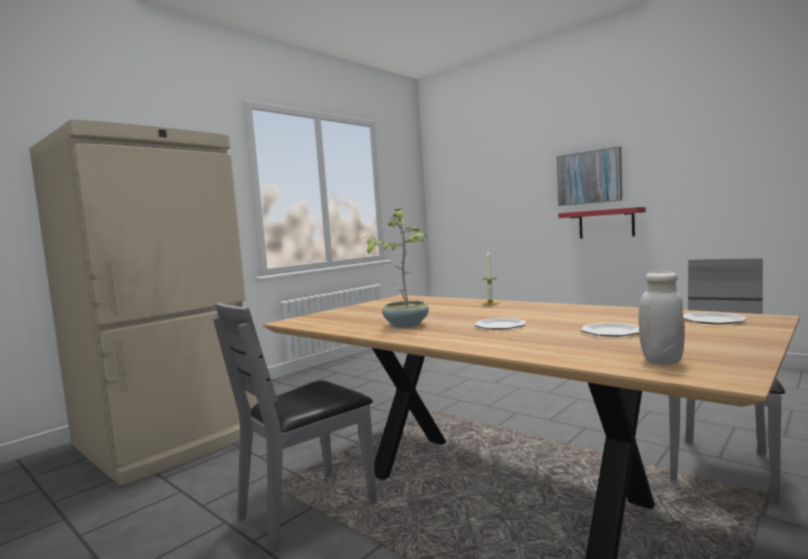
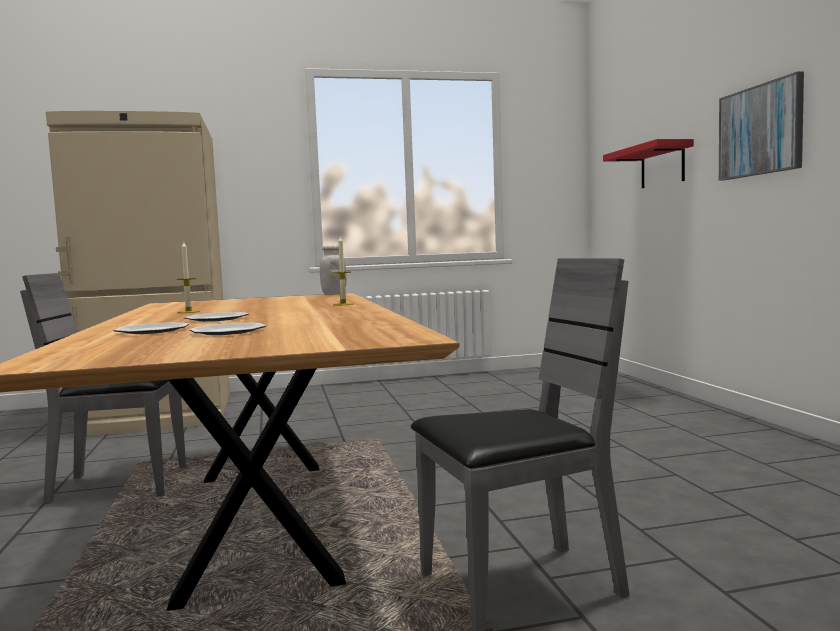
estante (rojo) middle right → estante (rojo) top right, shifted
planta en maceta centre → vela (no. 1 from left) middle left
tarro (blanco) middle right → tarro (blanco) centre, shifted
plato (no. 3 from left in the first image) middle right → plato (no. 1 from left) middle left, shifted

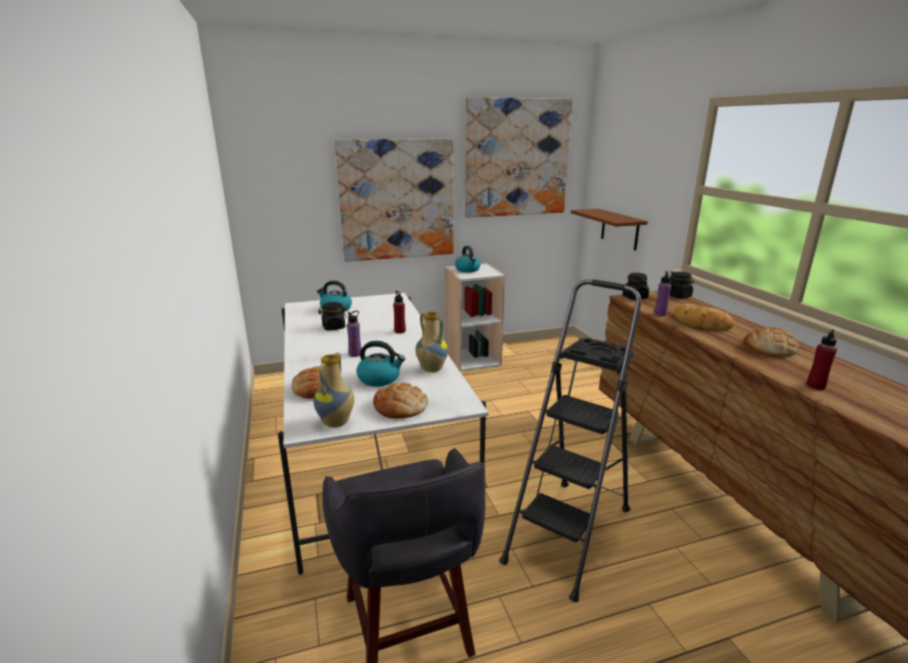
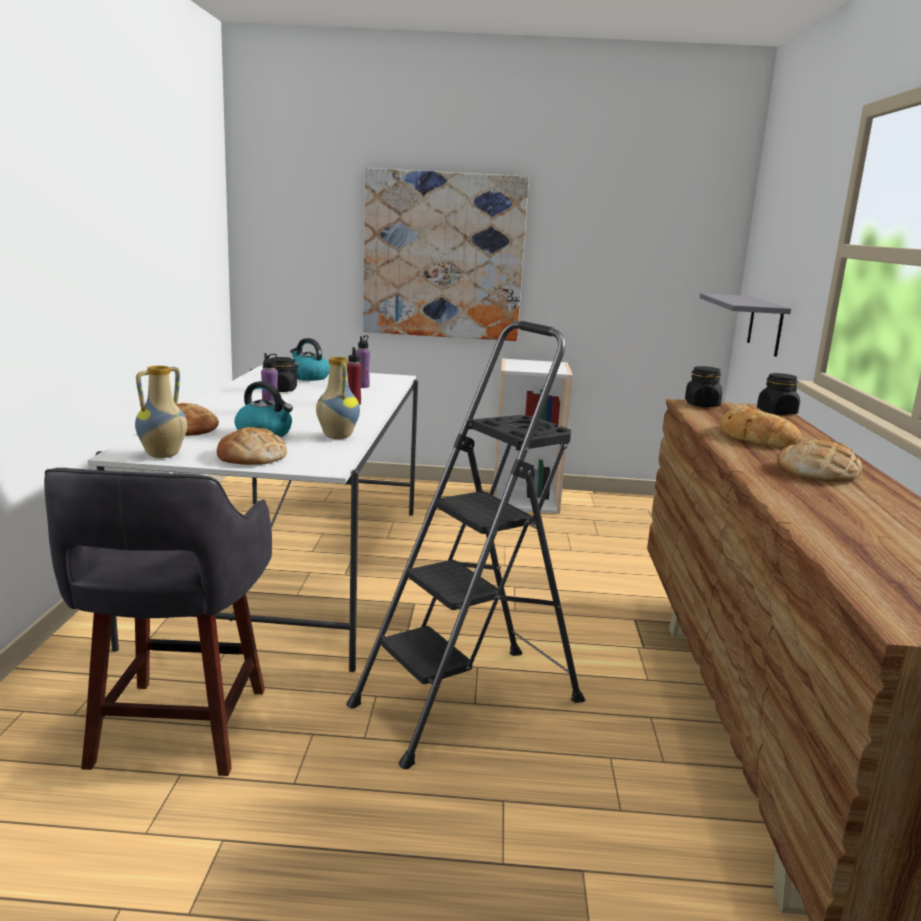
cuadro (no. 2 from left) top centre → -
estante (marrón) middle right → estante (gris) middle right
hervidor (no. 3 from left) centre → -
botella (morado) (no. 2 from left) middle right → botella (morado) (no. 2 from left) centre, shifted
botella (rojo) (no. 2 from left) middle right → -

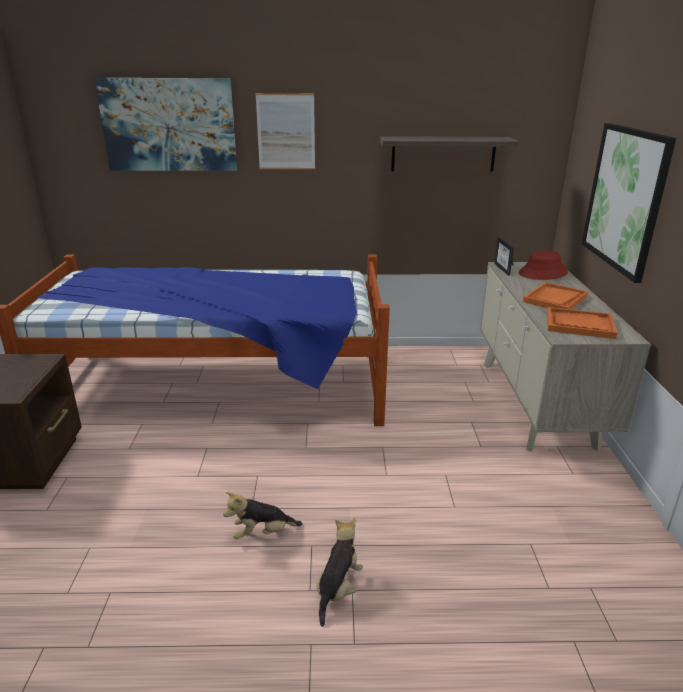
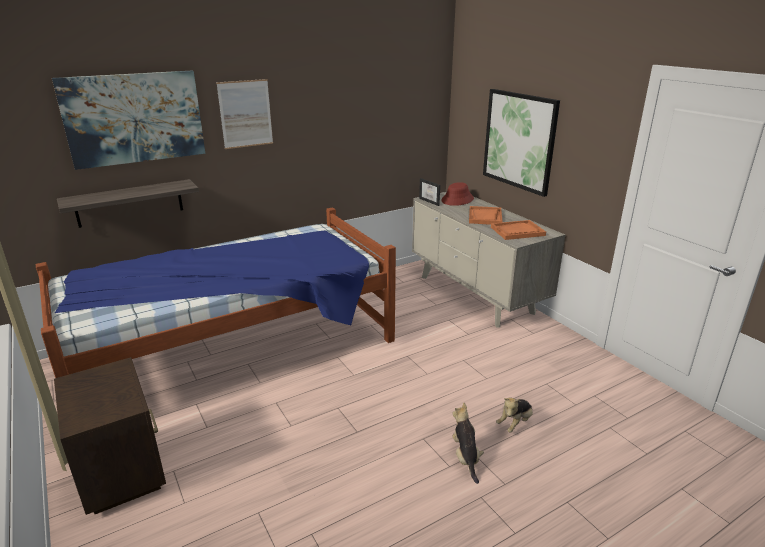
estante top centre → estante middle left, shifted
peluche (no. 1 from left in the first image) bottom centre → peluche (no. 2 from left) bottom right, shifted

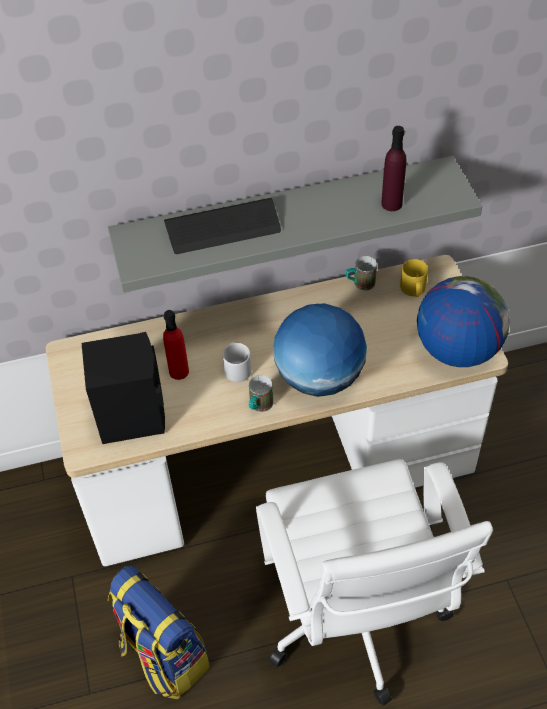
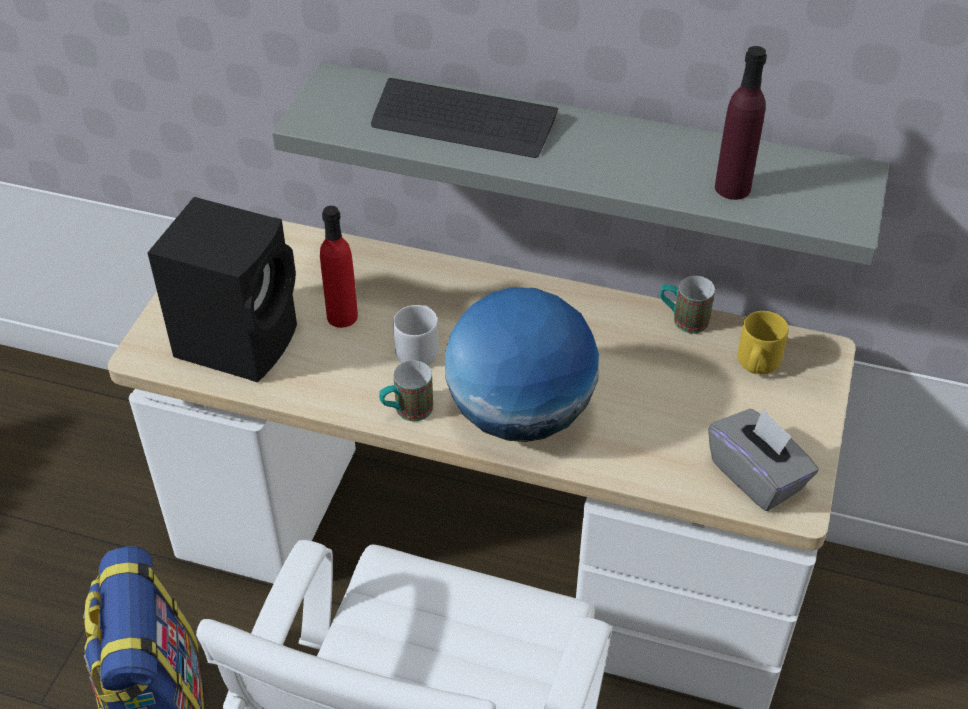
globo terráqueo (no. 2 from left) middle right → caja de pañuelos (gris) middle right

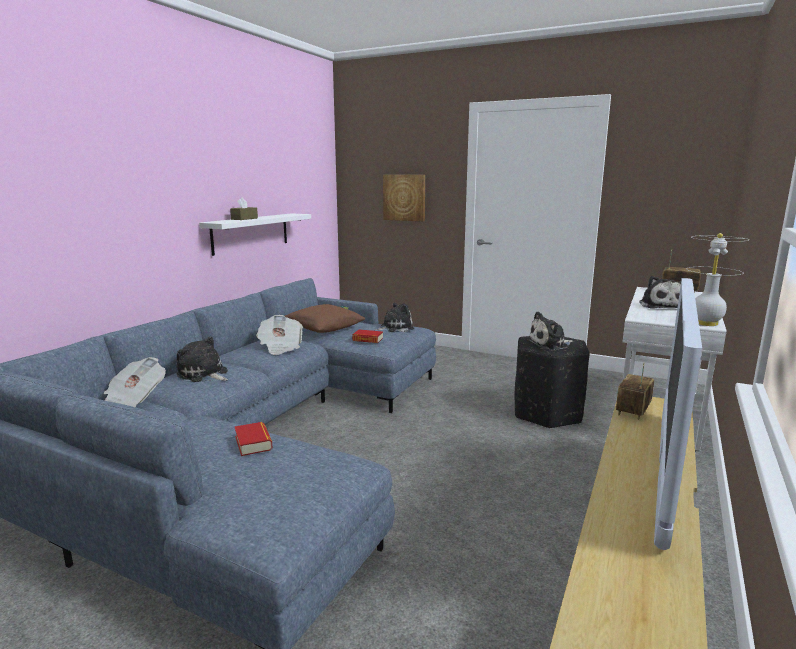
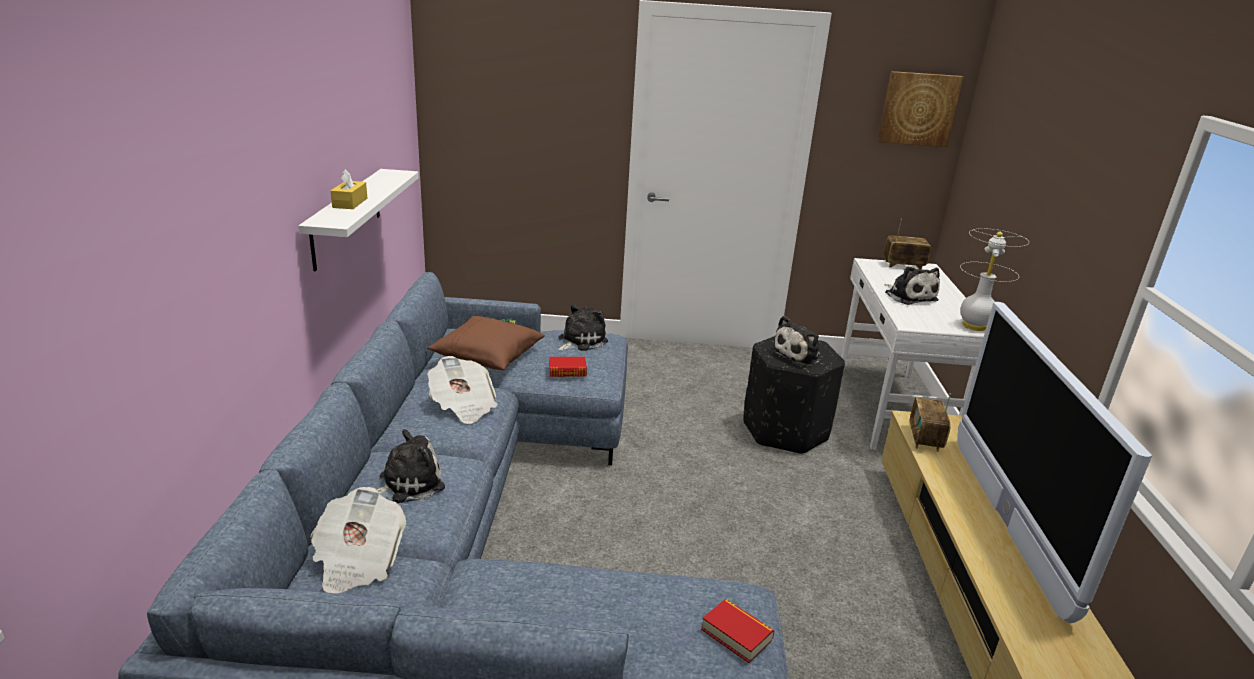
cuadro top centre → cuadro top right, shifted
caja de pañuelos (marrón) top left → caja de pañuelos (amarillo) top left
peluche (no. 1 from left) middle left → peluche (no. 1 from left) bottom left, 135 degrees clockwise
libro (no. 1 from left in the first image) bottom left → libro (no. 2 from left) bottom centre, shifted

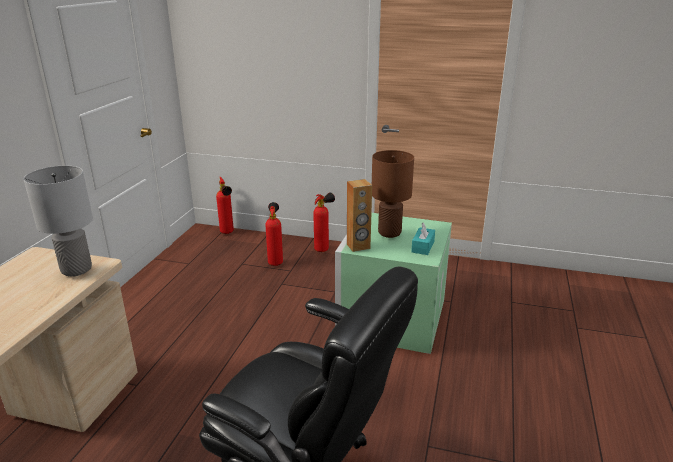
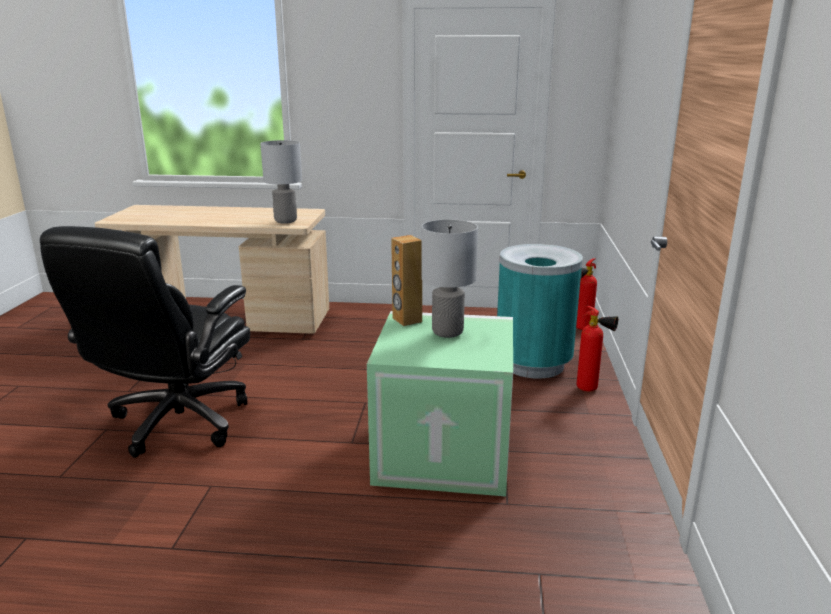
lámpara de mesa (marrón) centre → lámpara de mesa (gris) (no. 2 from left) centre
extintor (no. 2 from left) centre → papelera (turquesa) centre
caja de pañuelos (turquesa) centre → -

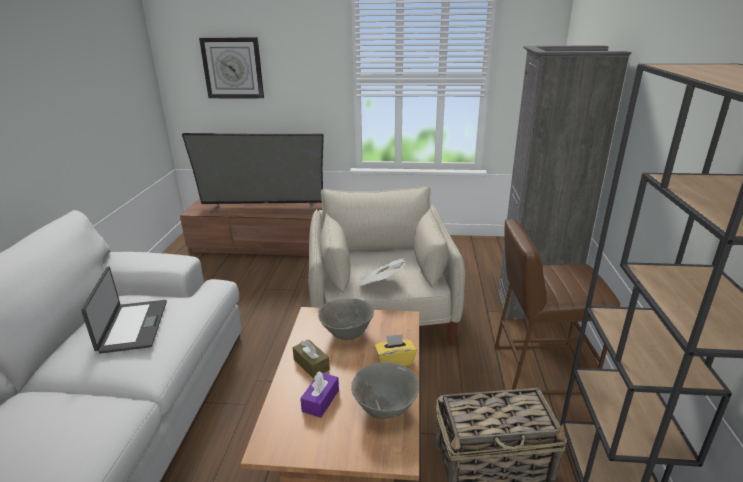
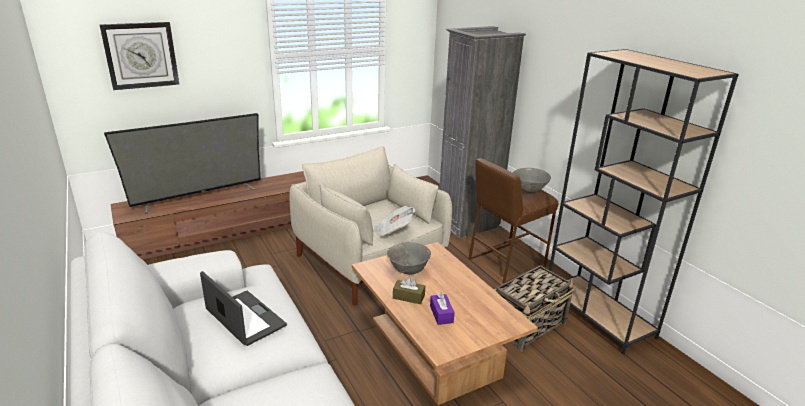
caja de pañuelos (amarillo) bottom centre → -
cuenco (gris) (no. 2 from left) bottom centre → cuenco (gris) (no. 2 from left) centre, shifted

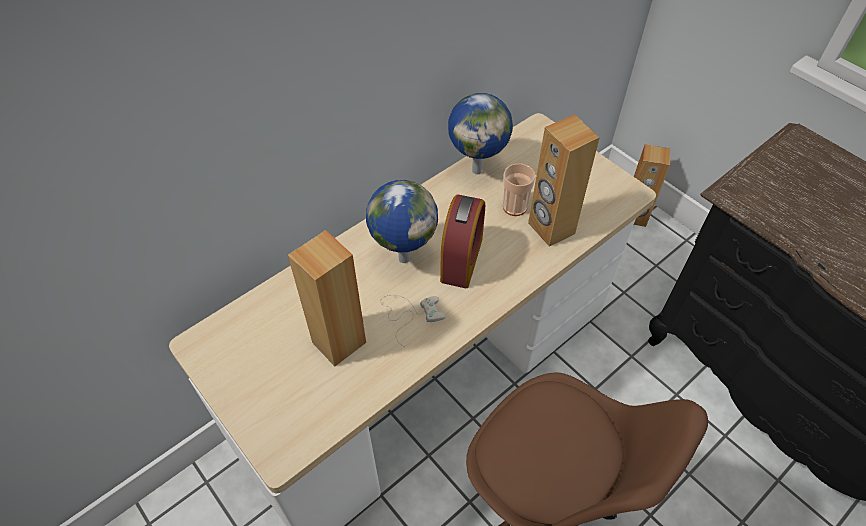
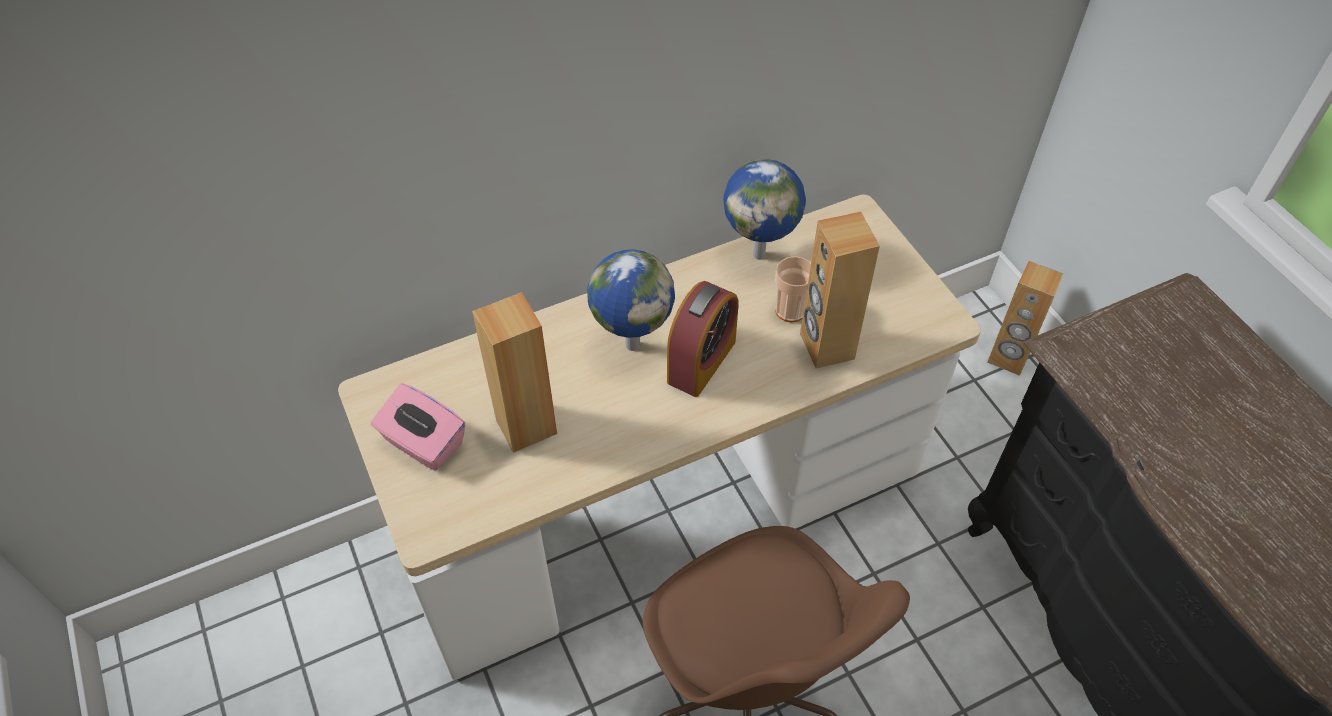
mando de consola (blanco) centre → -
- → caja de pañuelos (rosa) middle left

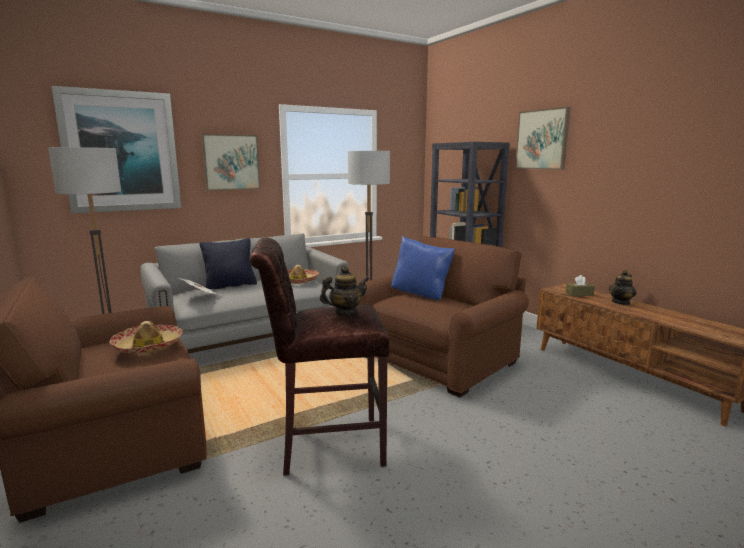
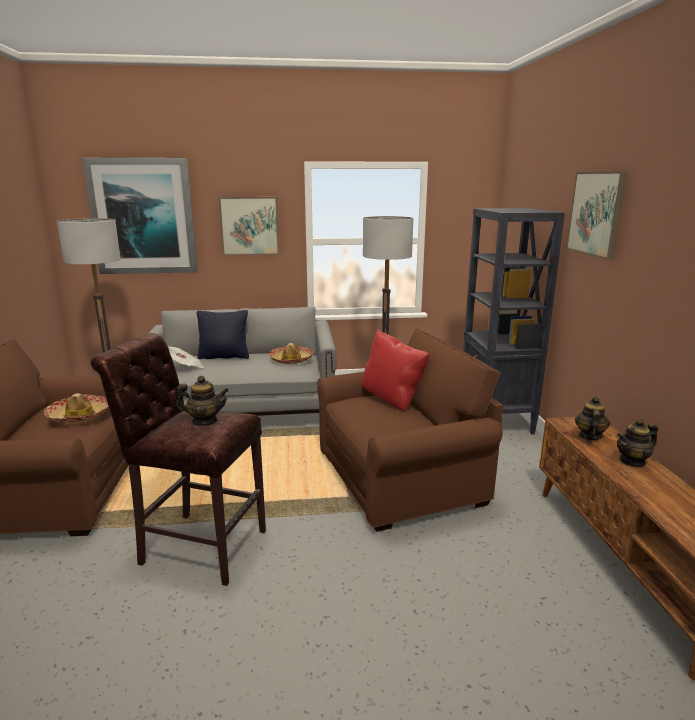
cojín (azul) centre → cojín (rojo) centre
caja de pañuelos (marrón) middle right → tetera (no. 2 from left) middle right

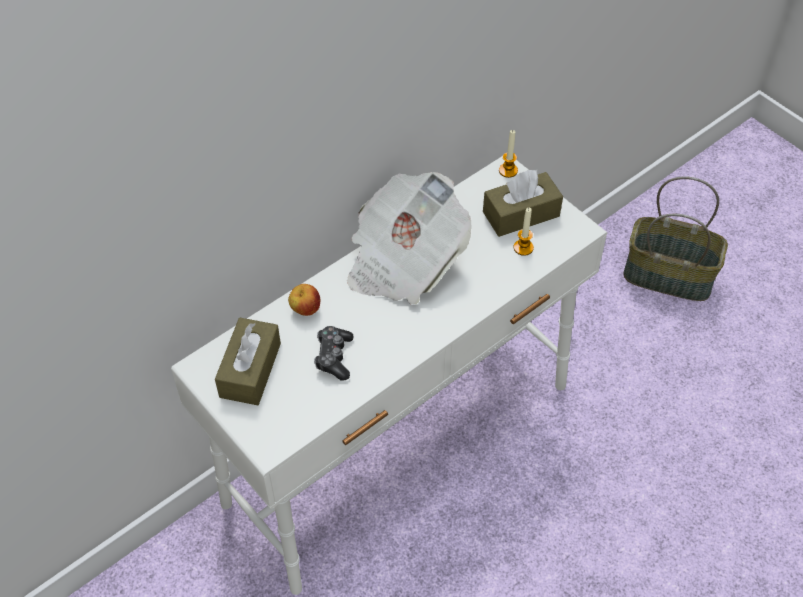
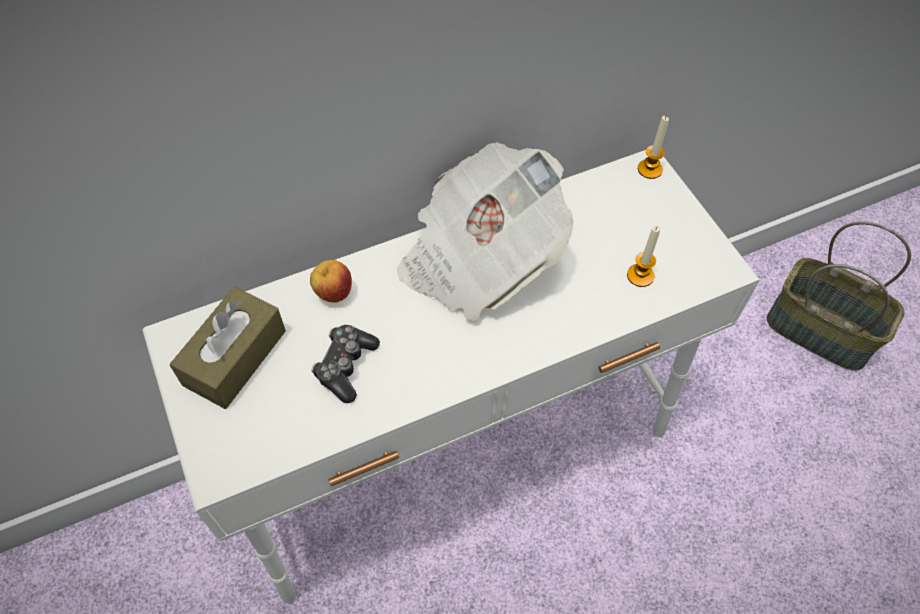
caja de pañuelos (marrón) (no. 2 from left) centre → -

